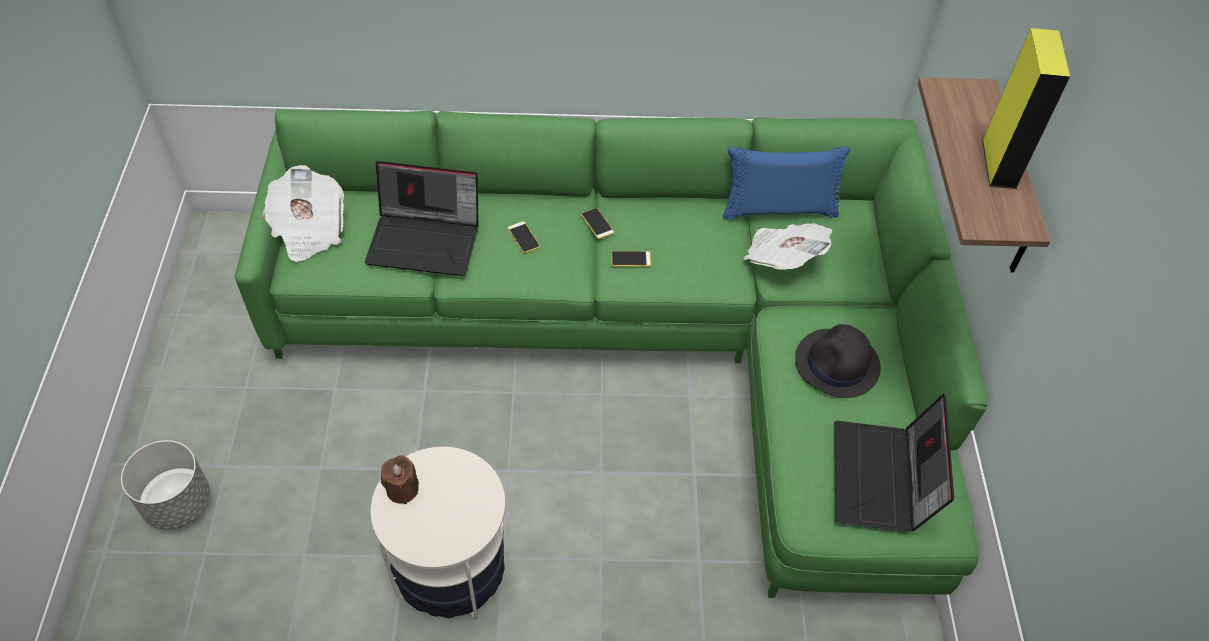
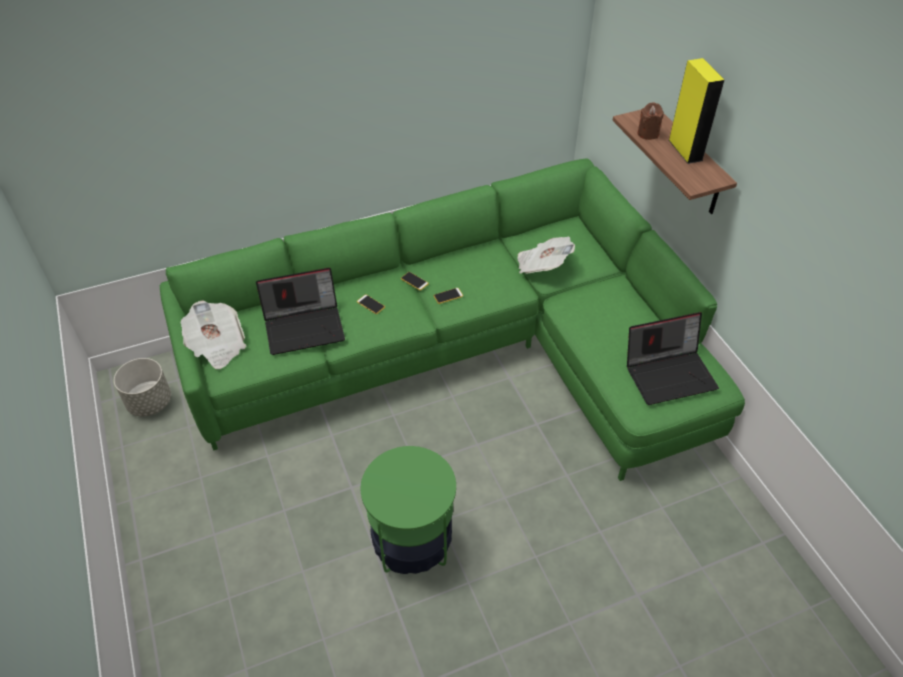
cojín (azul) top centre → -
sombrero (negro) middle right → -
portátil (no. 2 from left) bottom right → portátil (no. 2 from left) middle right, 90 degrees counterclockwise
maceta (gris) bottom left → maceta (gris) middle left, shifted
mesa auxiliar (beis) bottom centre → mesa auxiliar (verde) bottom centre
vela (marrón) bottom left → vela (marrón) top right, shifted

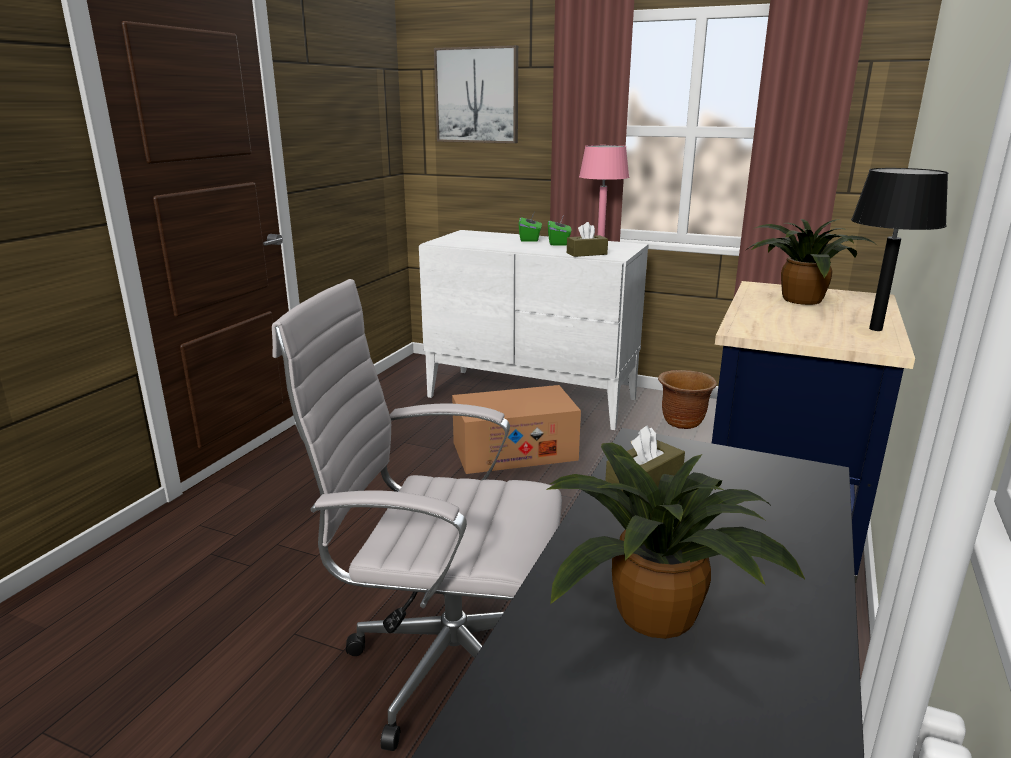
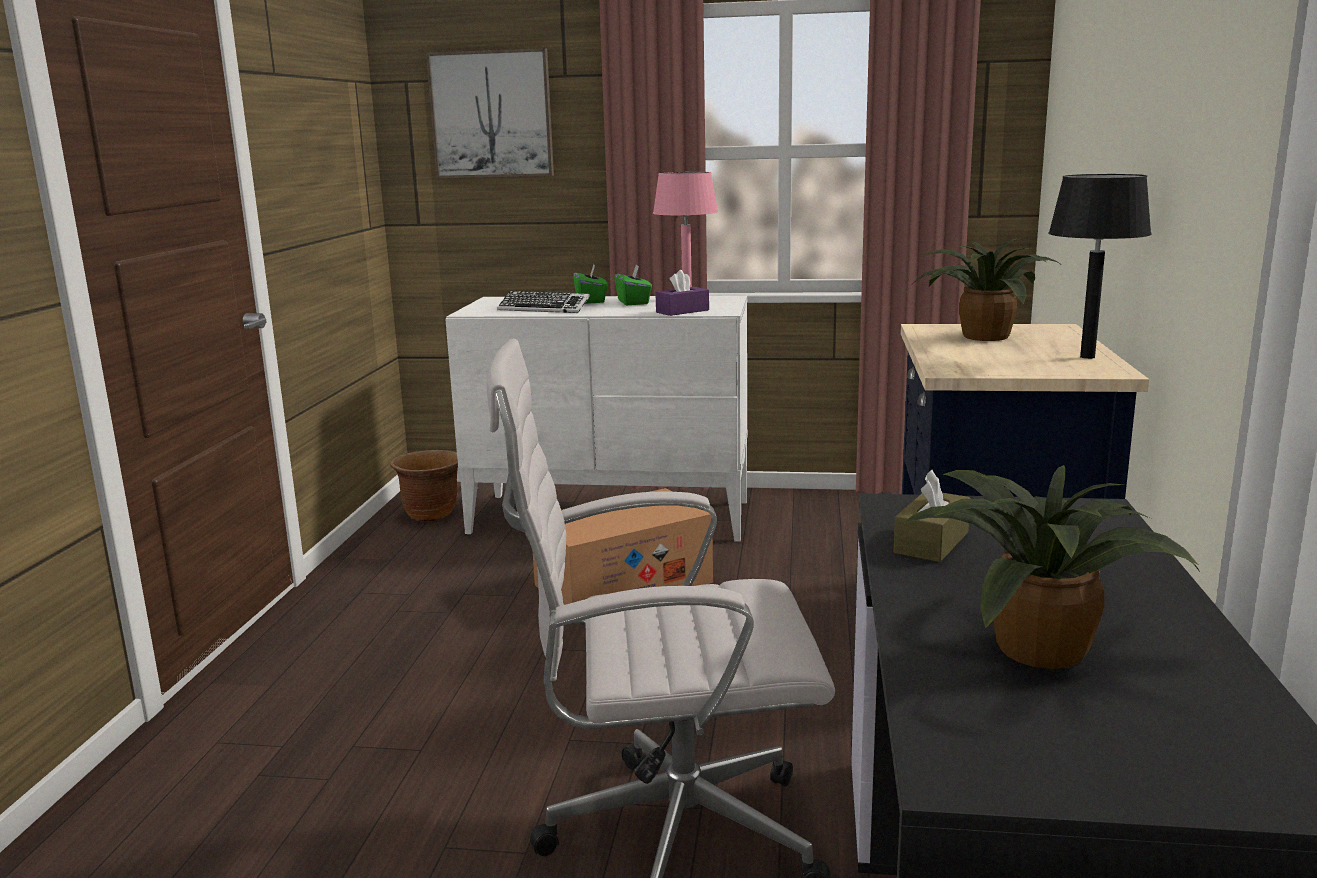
caja de pañuelos (marrón) (no. 1 from left) top centre → caja de pañuelos (morado) centre
maceta (marrón) middle right → maceta (marrón) middle left, shifted
- → teclado centre

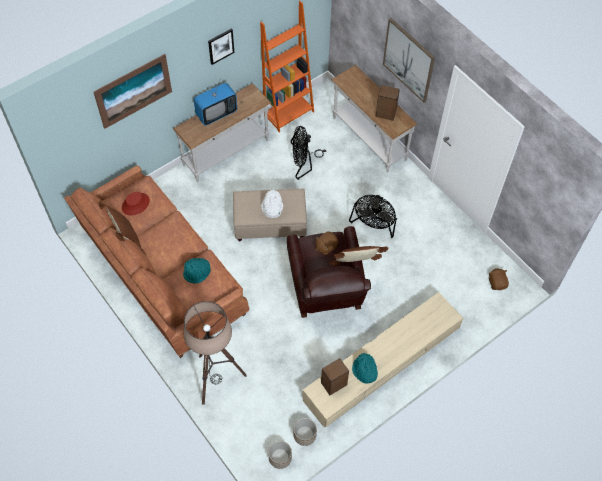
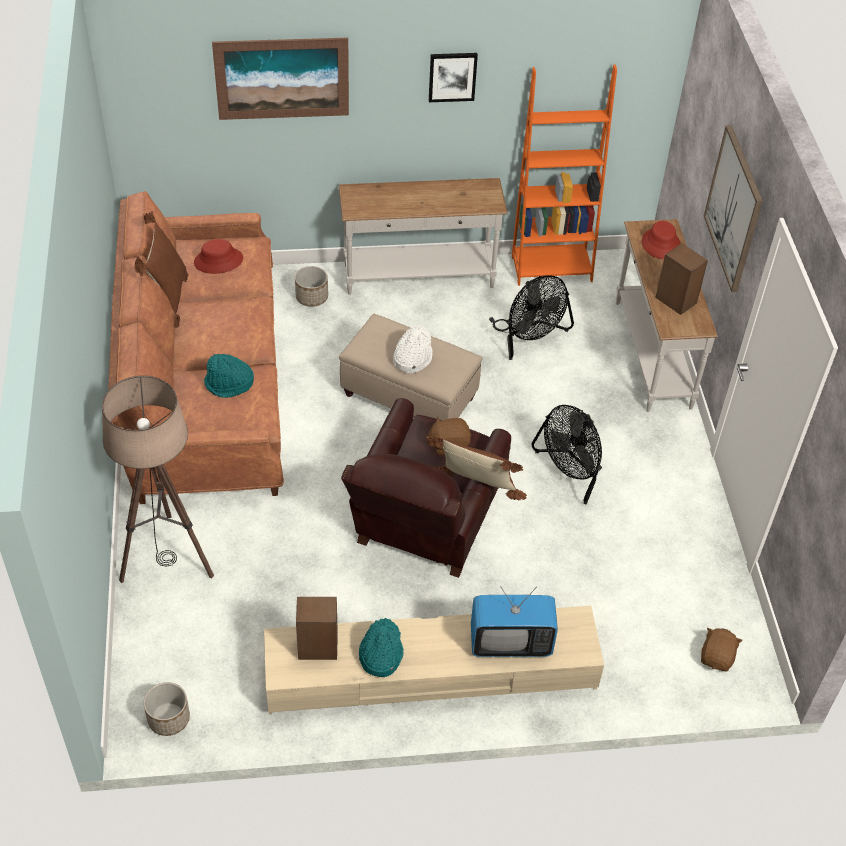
televisor top centre → televisor bottom centre, shifted
ventilador (negro) (no. 1 from left) top centre → ventilador (negro) (no. 1 from left) centre, 150 degrees counterclockwise
maceta (no. 2 from left) bottom centre → maceta (no. 2 from left) centre, shifted
- → sombrero (rojo) (no. 2 from left) top right

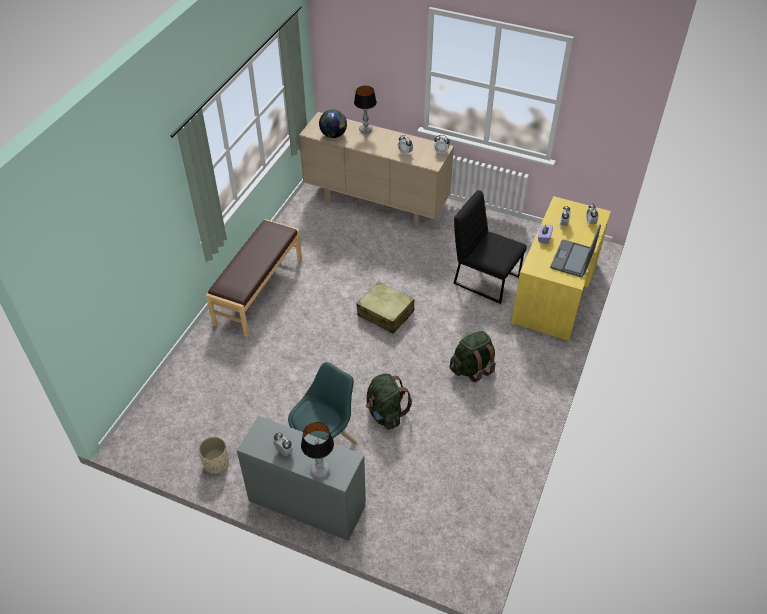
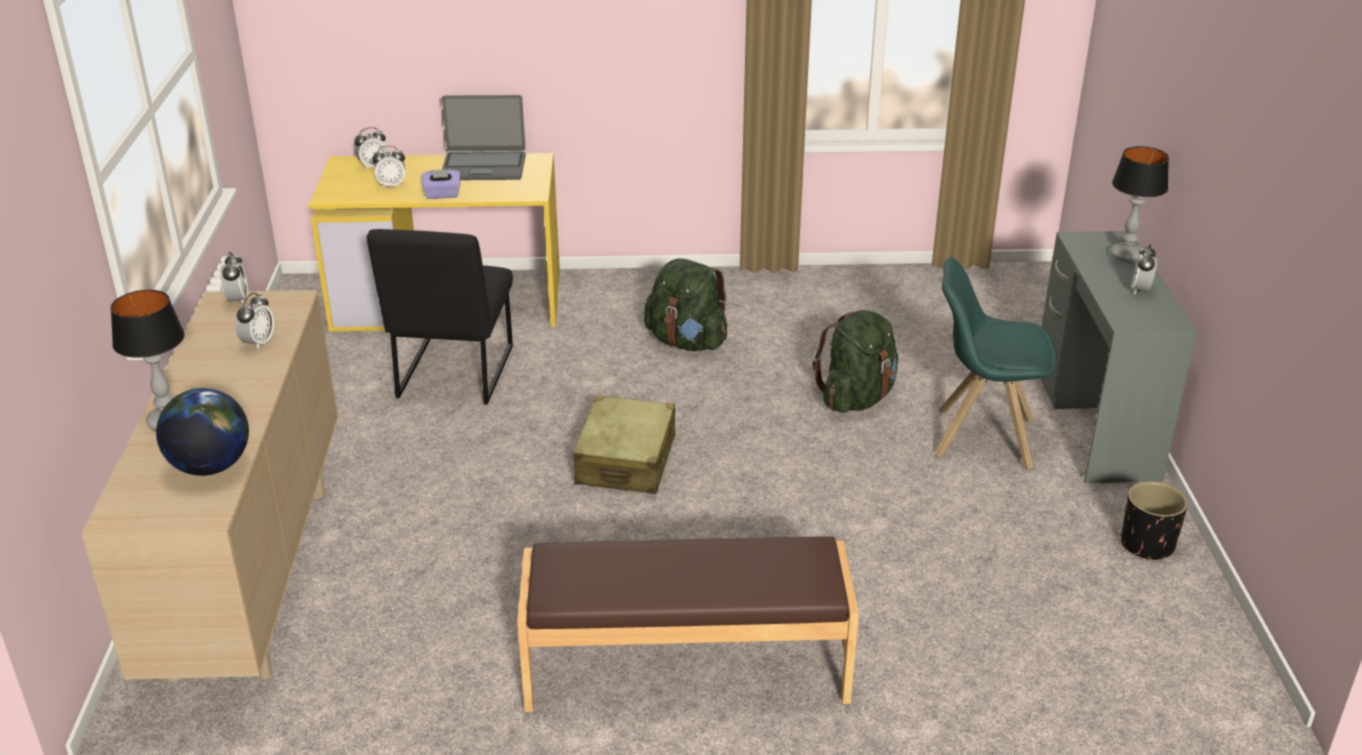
maceta (beis) bottom left → maceta (negro) bottom right

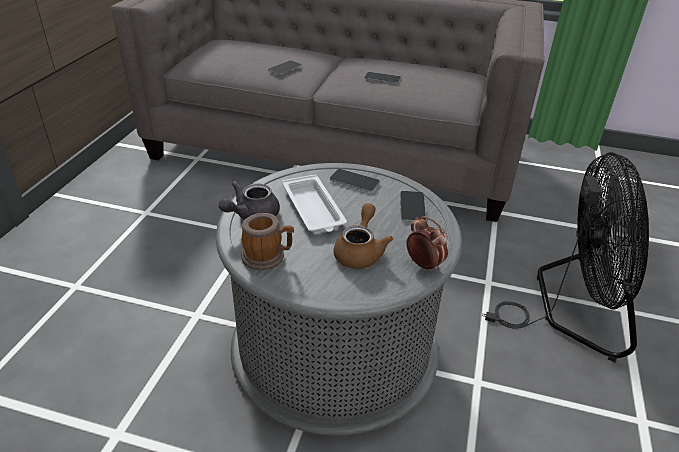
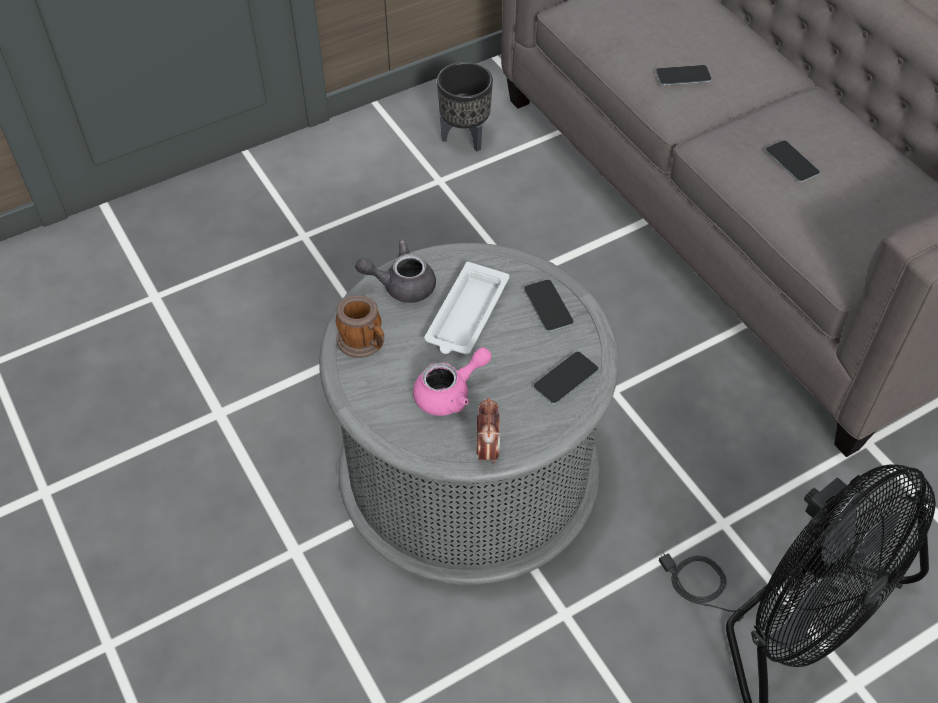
tetera (marrón) centre → tetera (rosa) centre
- → maceta (negro) top centre

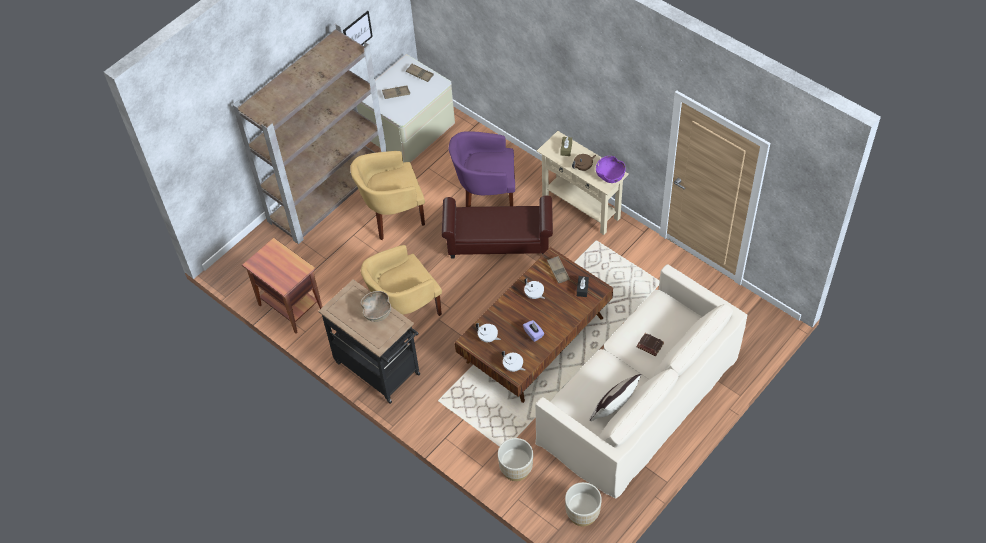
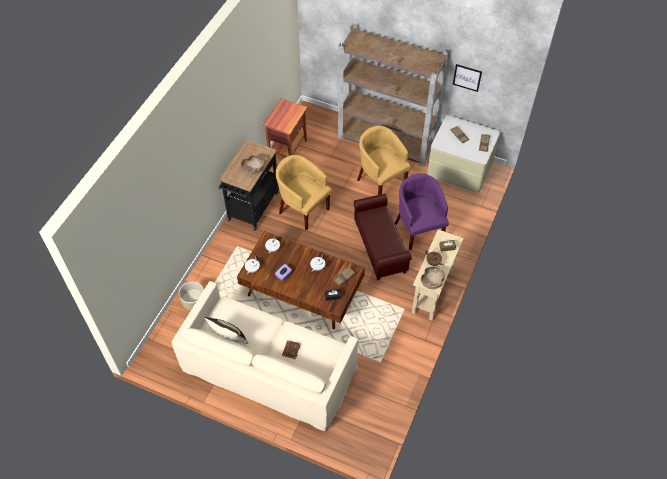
cuenco (morado) top centre → cuenco (marrón) (no. 2 from left) centre
maceta (beis) (no. 2 from left) bottom centre → -

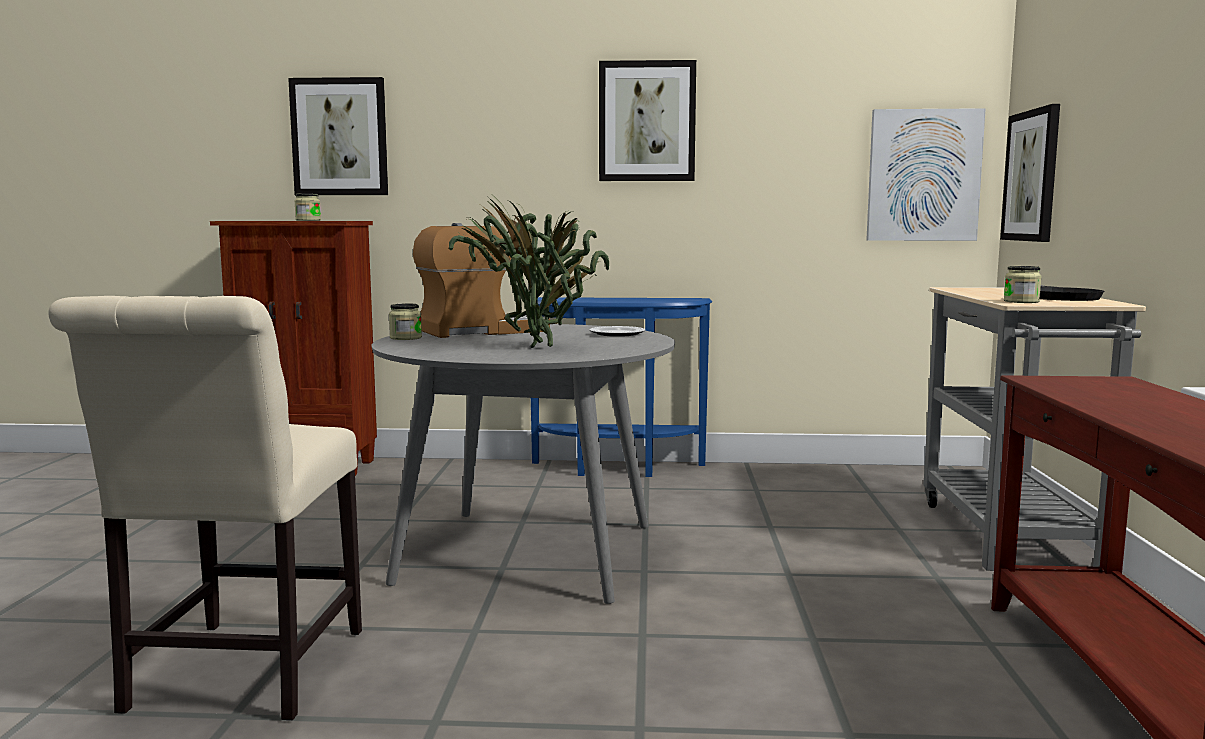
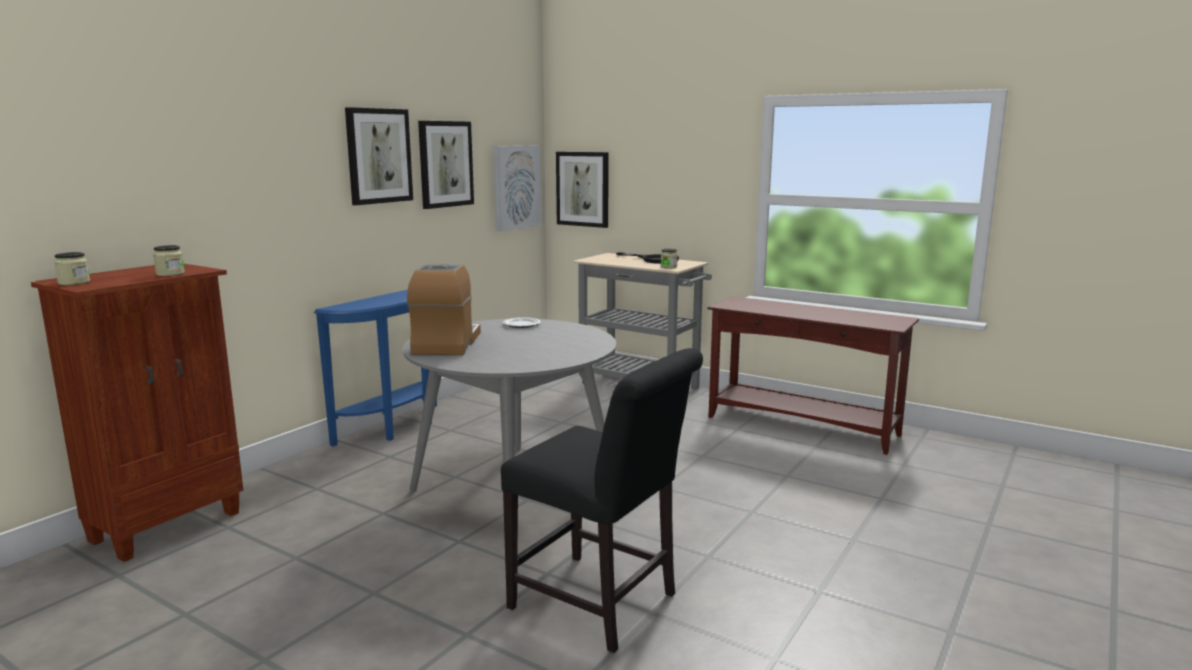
cuadro (no. 1 from left in the first image) top left → cuadro (no. 2 from left) top centre, shifted
planta en maceta centre → -
silla (beis) bottom left → silla (negro) bottom centre
tarro (no. 2 from left in the first image) centre → tarro (no. 1 from left) middle left, shifted

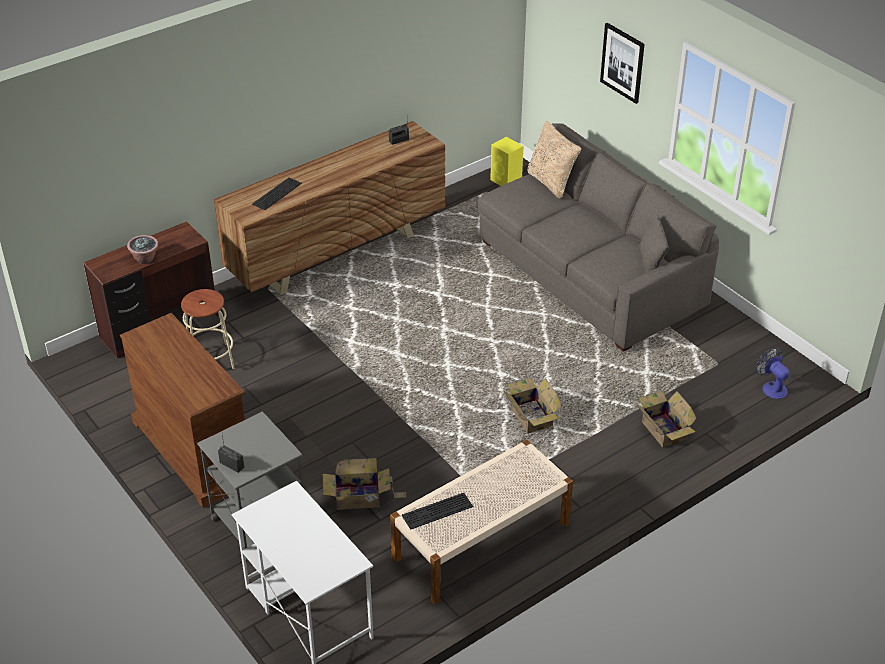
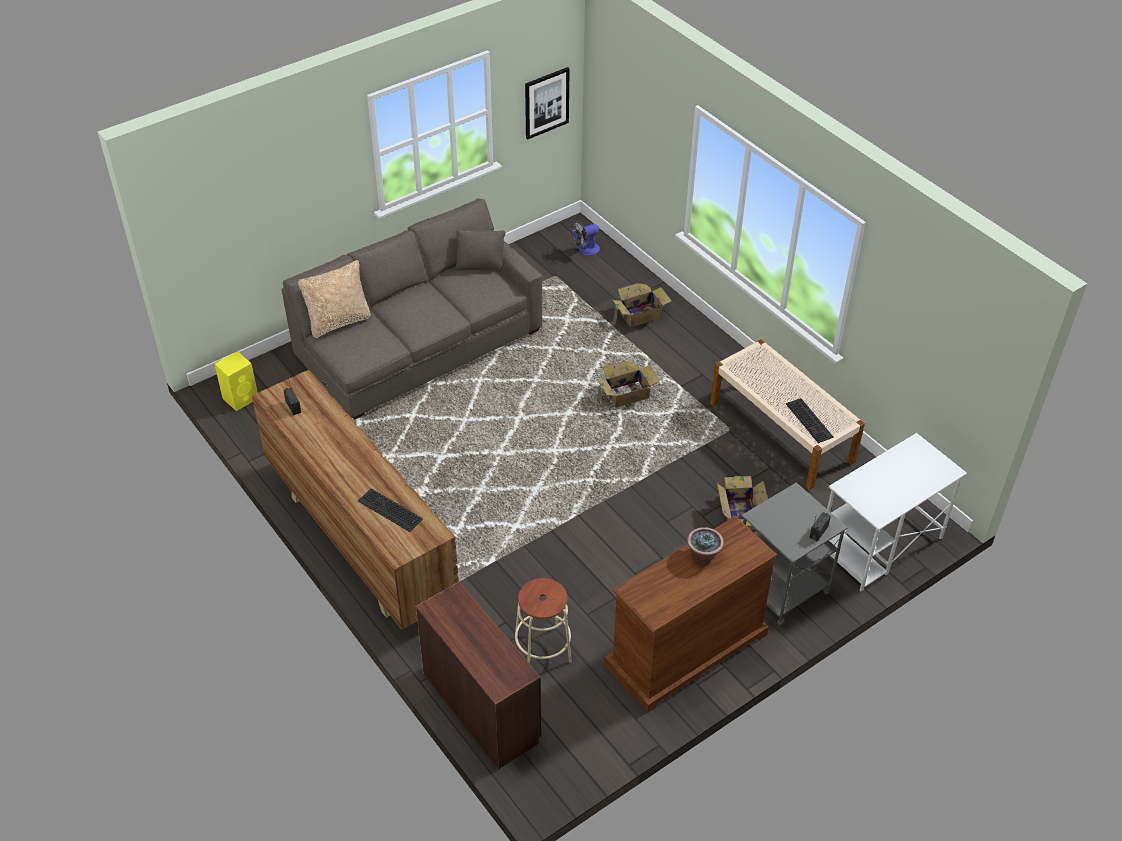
cuadro top right → cuadro top centre, shifted
planta en maceta middle left → planta en maceta centre, shifted

